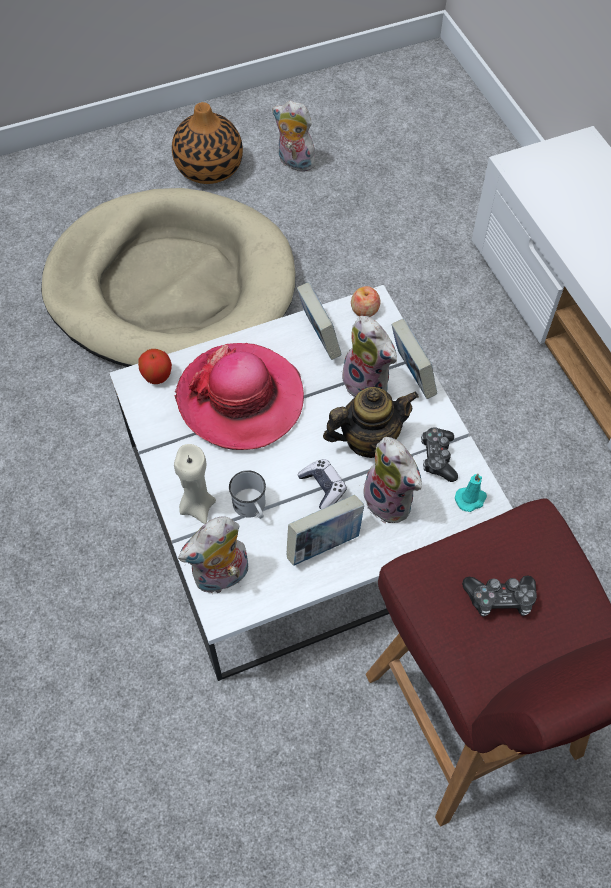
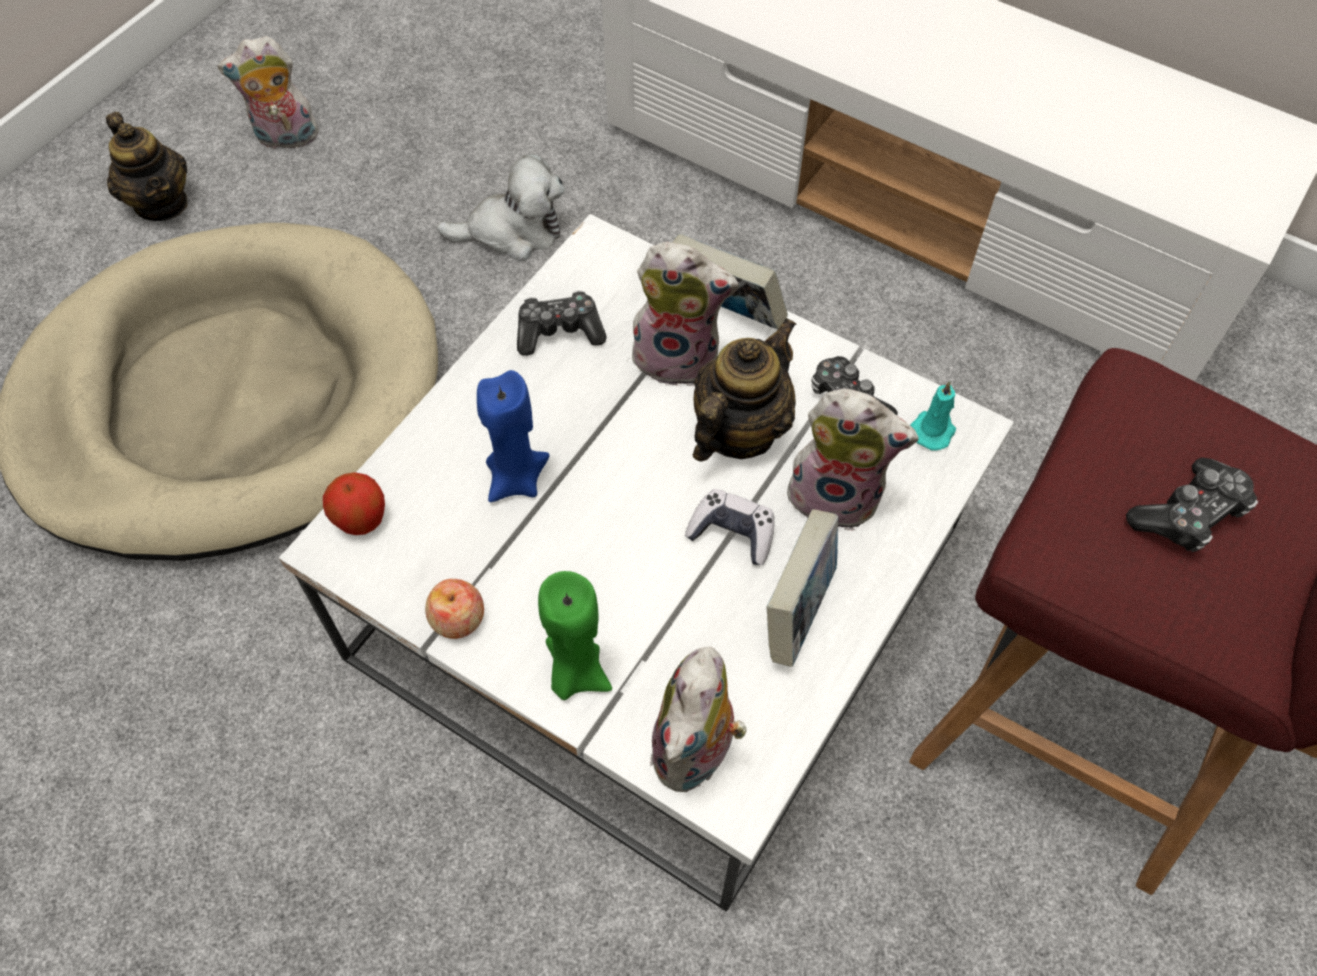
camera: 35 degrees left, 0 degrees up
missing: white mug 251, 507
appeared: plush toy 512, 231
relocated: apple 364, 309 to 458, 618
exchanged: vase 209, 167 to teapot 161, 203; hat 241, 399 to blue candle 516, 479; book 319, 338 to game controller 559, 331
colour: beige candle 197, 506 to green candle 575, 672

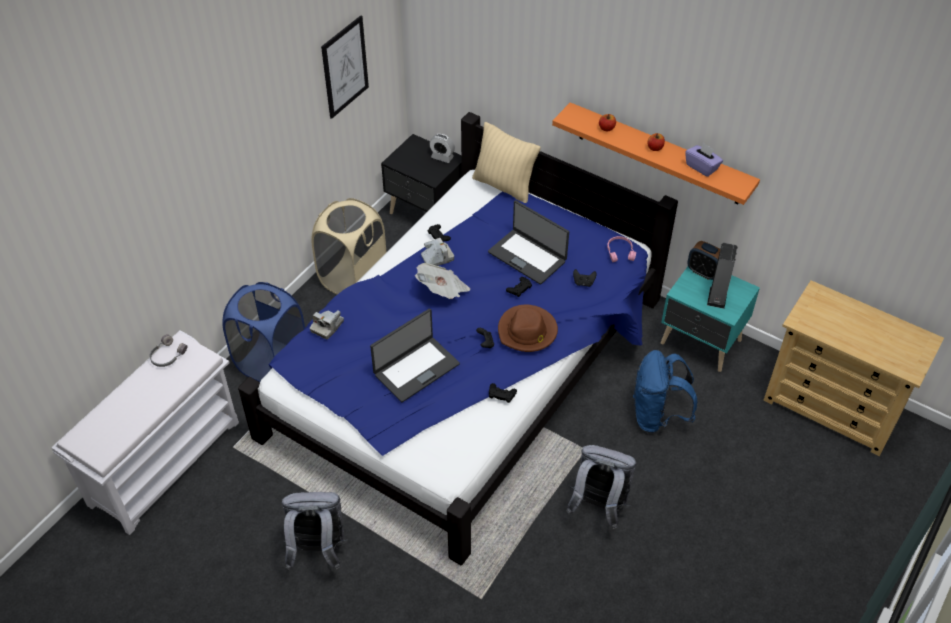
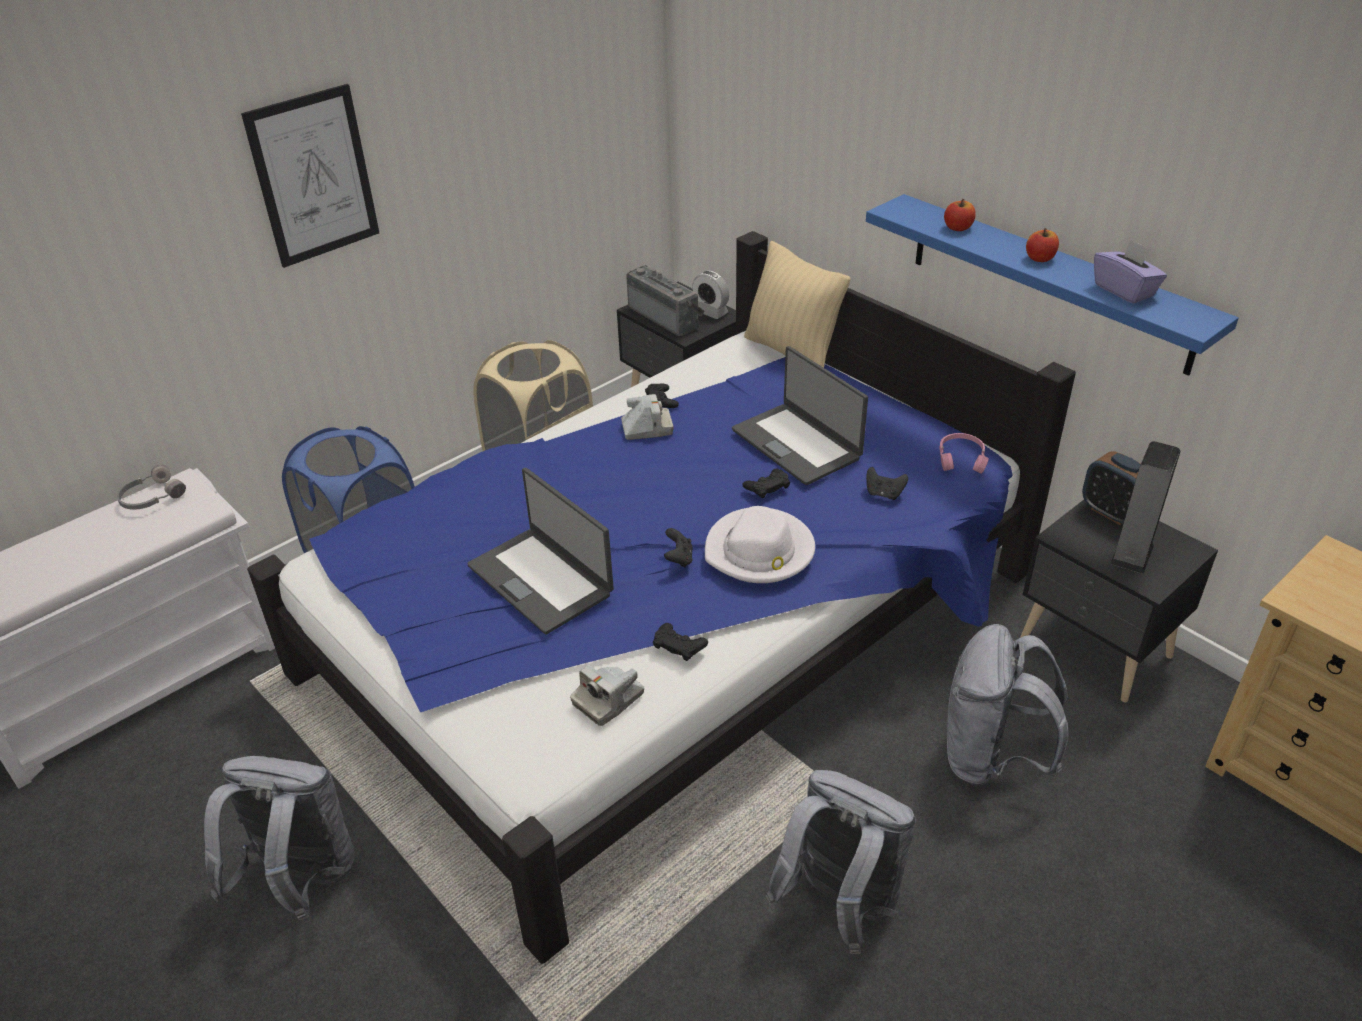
camera: 15 degrees right, 10 degrees down
missing: newspaper 443, 290
appeared: radio 666, 317
relocated: photo camera 327, 326 to 608, 700; picture 345, 67 to 314, 176
colour: brown hat 527, 331 to white hat 759, 551; orange shelf 659, 154 to blue shelf 1048, 282; blue backpack 657, 416 to grey backpack 991, 758; turquoise nightstand 701, 343 to black nightstand 1095, 650
spun: laptop 416, 368 = 541, 579 75 degrees clockwise

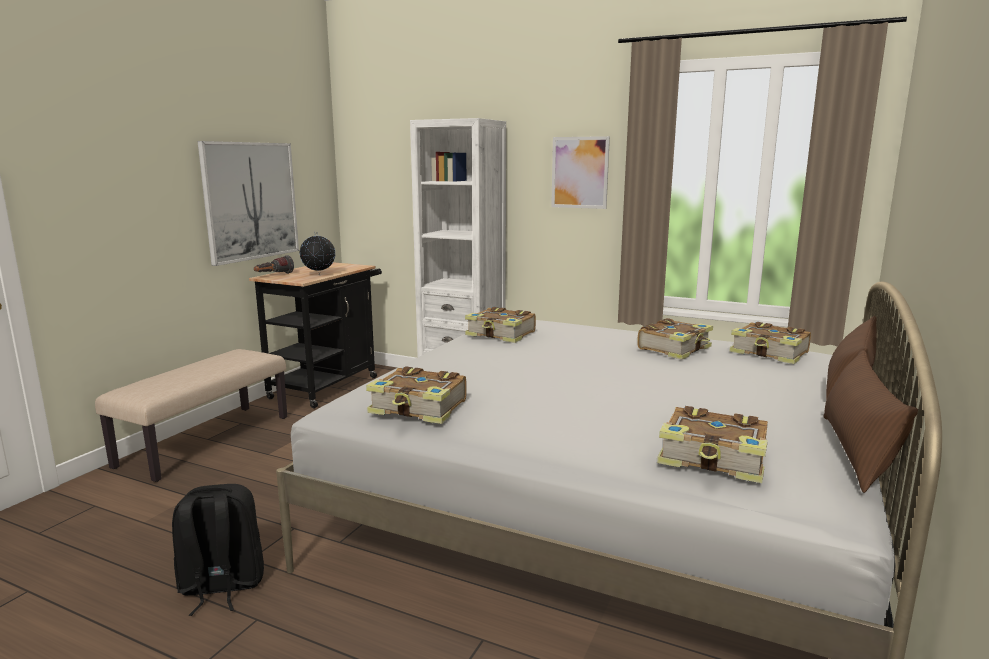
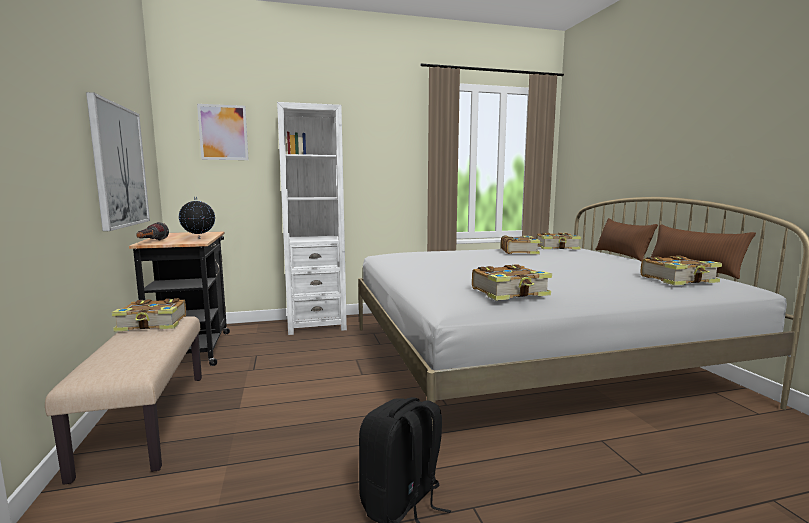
camera: 40 degrees left, 5 degrees down
relocated: book 501, 334 to 153, 324; picture 579, 172 to 223, 132

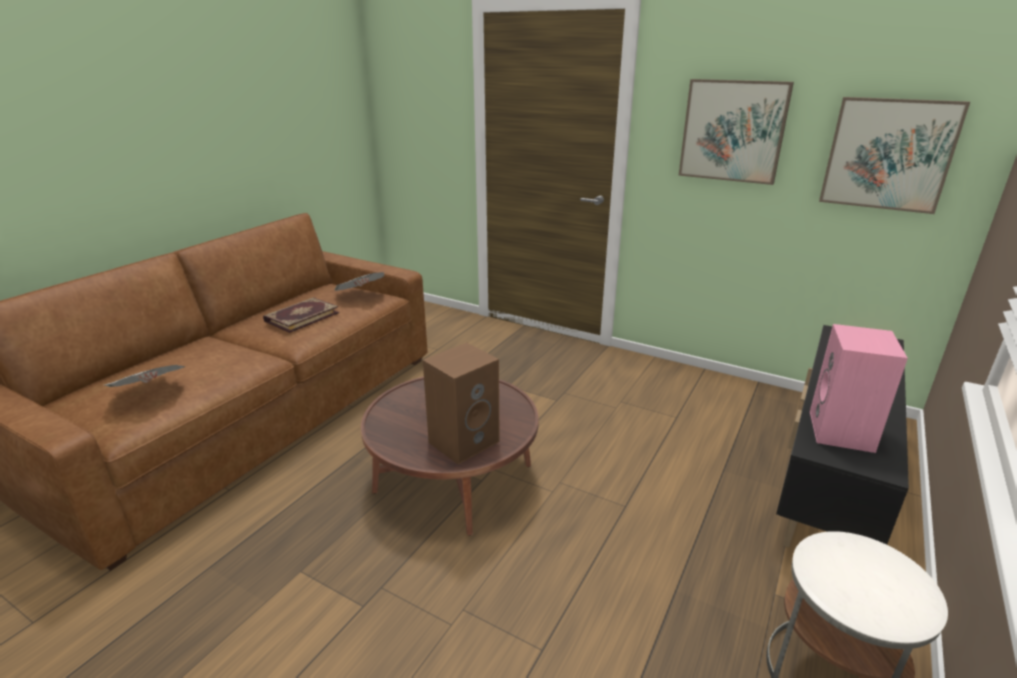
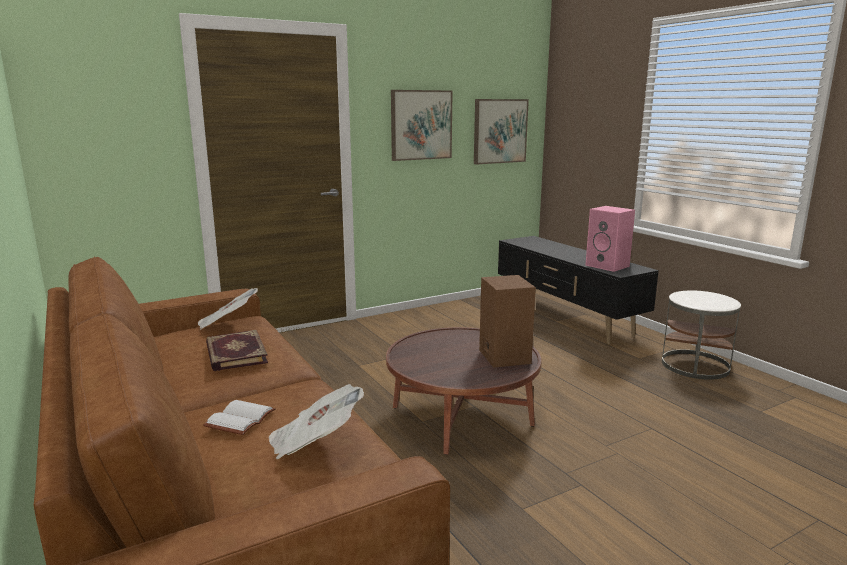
camera: 60 degrees left, 10 degrees down
appeared: white book 239, 418

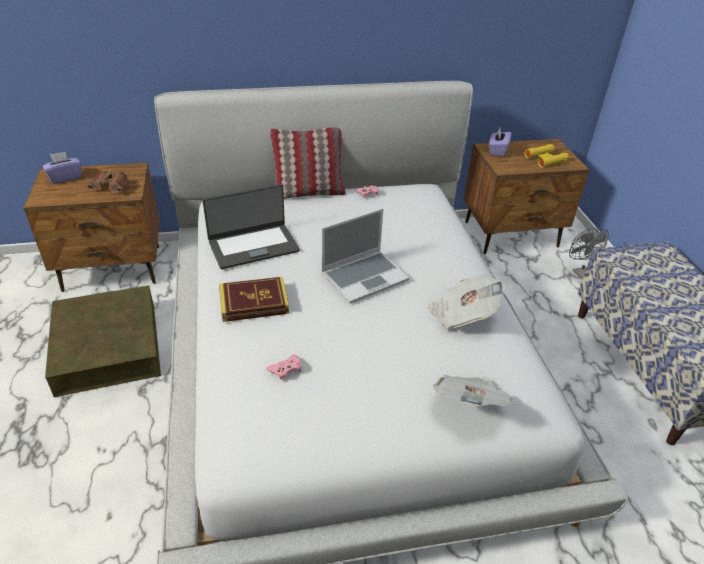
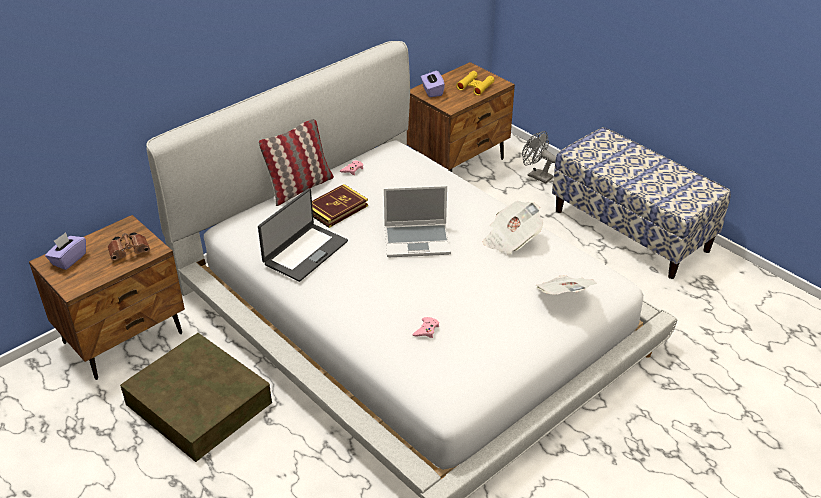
camera: 30 degrees left, 0 degrees up
relocated: book 254, 302 to 336, 209
spun: laptop 364, 277 = 418, 241 60 degrees clockwise

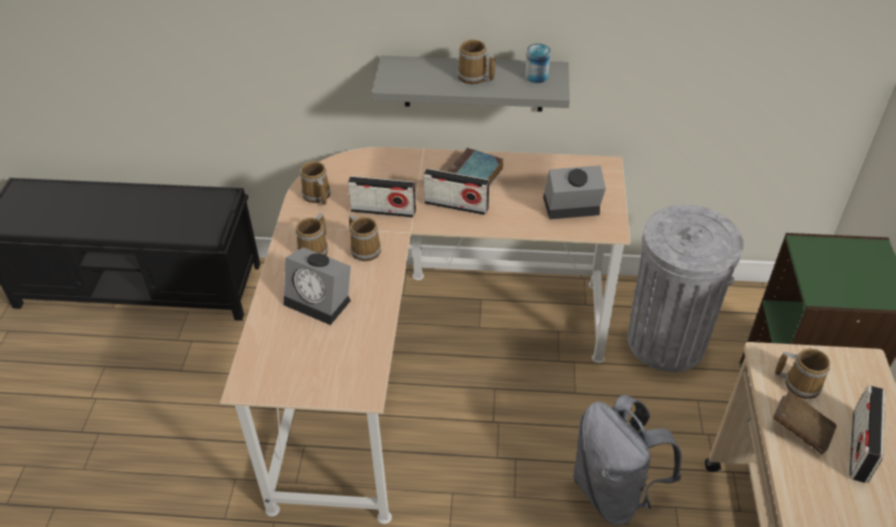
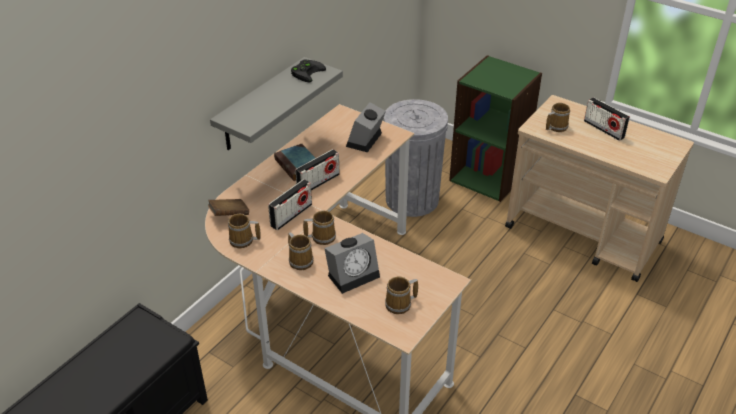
camera: 60 degrees left, 5 degrees down
missing: grey backpack 614, 492
relocated: mug 474, 77 to 400, 304; brown book 800, 431 to 229, 215
exchanged: can 536, 76 to black game controller 307, 72

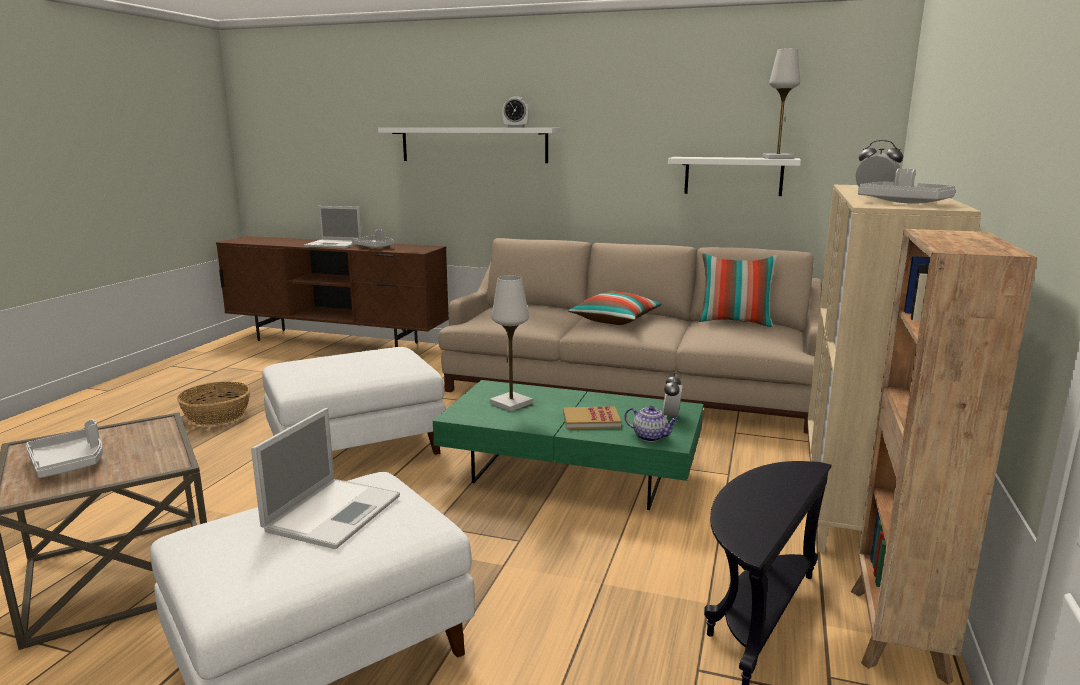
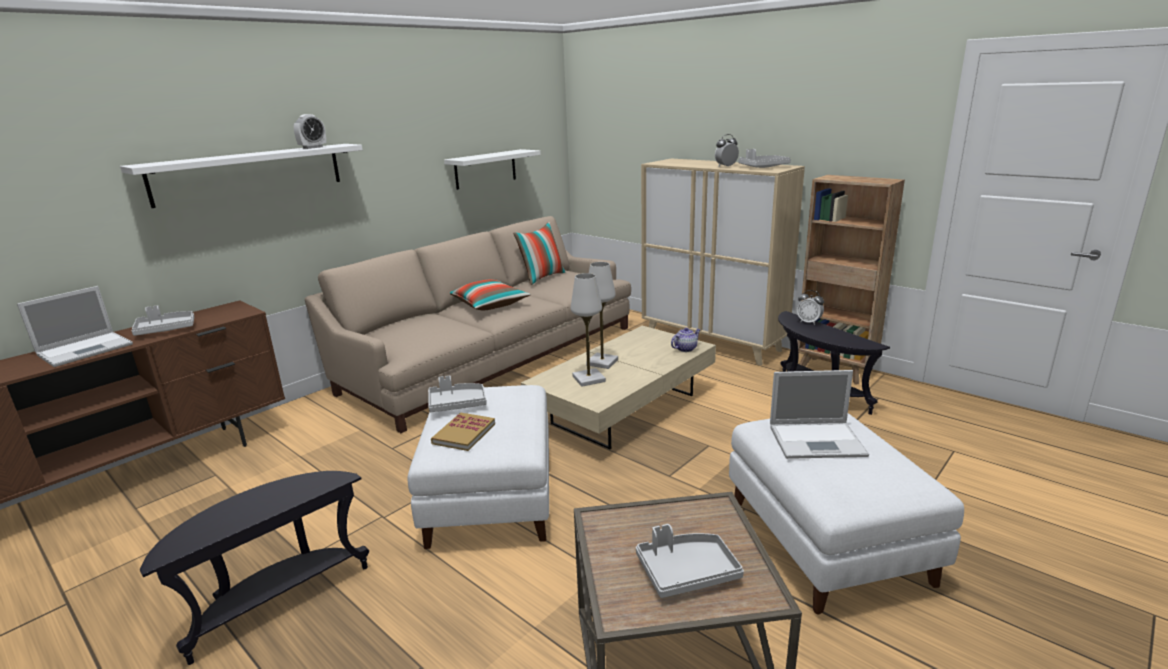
camera: 65 degrees left, 5 degrees up
appeared: grey tray 457, 404
relocated: book 591, 420 to 464, 433; alarm clock 671, 417 to 809, 322; white table lamp 777, 158 to 602, 362
exchanged: basket 216, 416 to black side table 277, 600
colour: green coffee table 572, 473 to beige coffee table 623, 408
spun: laptop 334, 512 = 818, 440 135 degrees clockwise

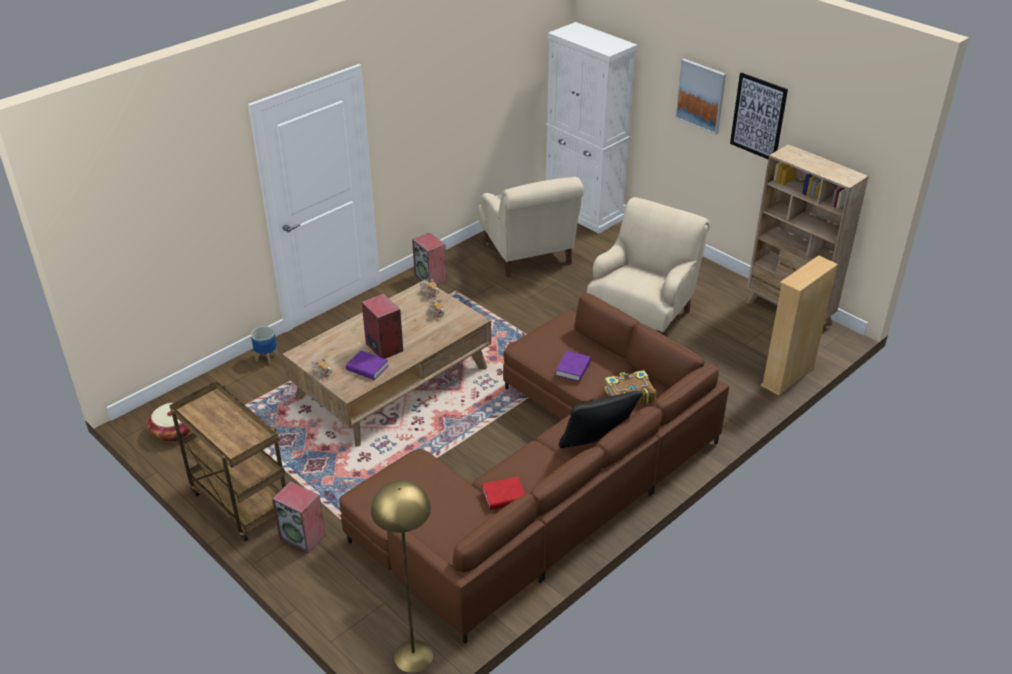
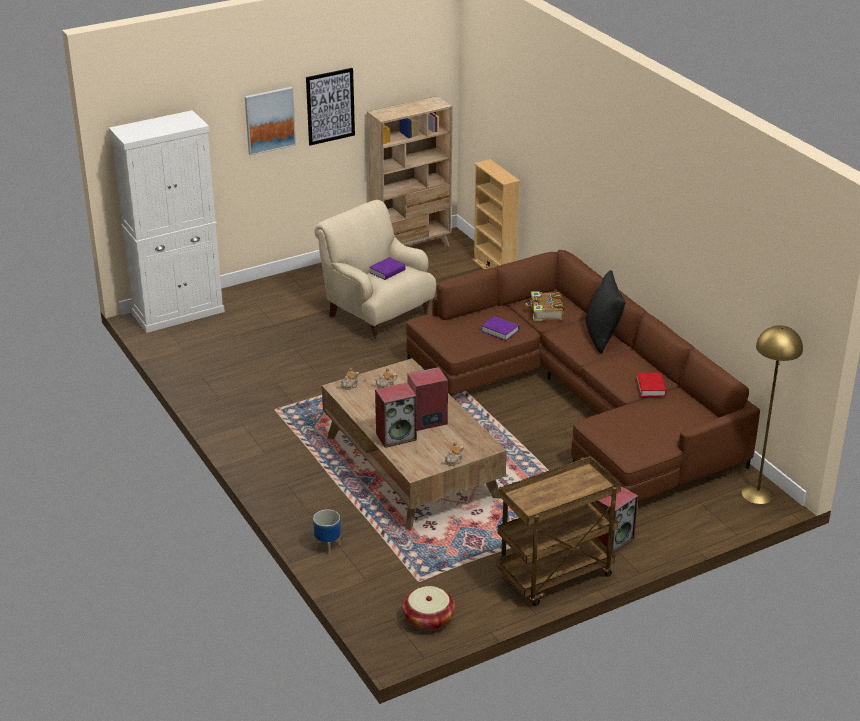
camera: 75 degrees left, 5 degrees down
missing: beige armchair 528, 255
relocated: purple book 367, 368 to 387, 271; speaker 431, 278 to 396, 436

